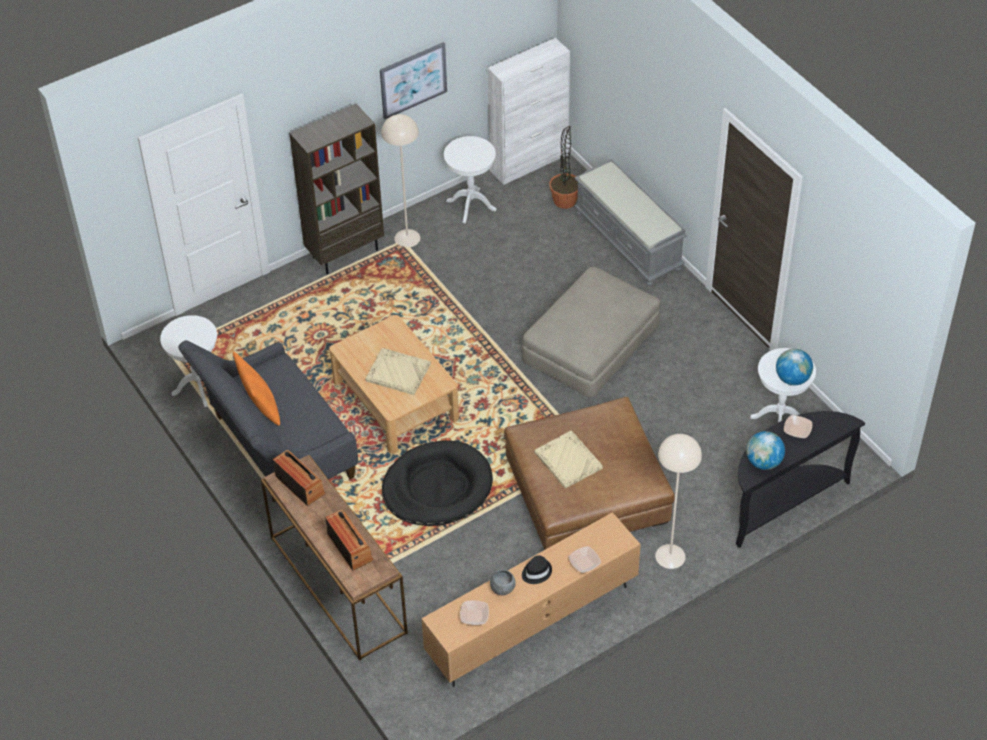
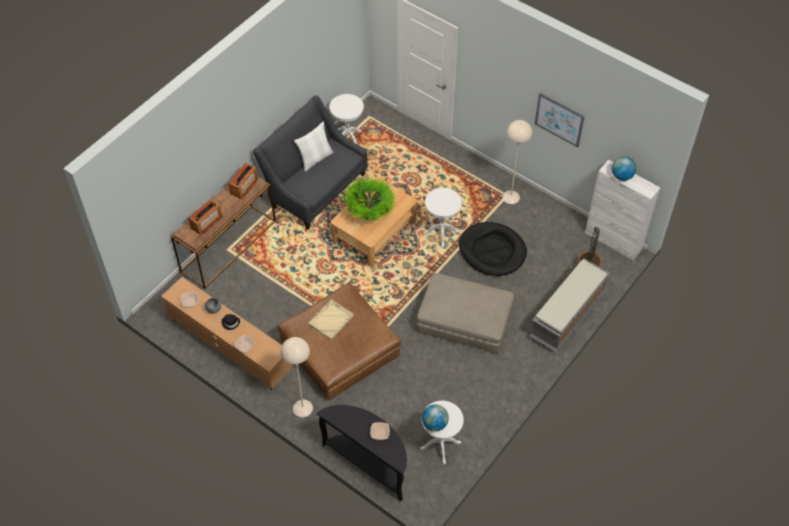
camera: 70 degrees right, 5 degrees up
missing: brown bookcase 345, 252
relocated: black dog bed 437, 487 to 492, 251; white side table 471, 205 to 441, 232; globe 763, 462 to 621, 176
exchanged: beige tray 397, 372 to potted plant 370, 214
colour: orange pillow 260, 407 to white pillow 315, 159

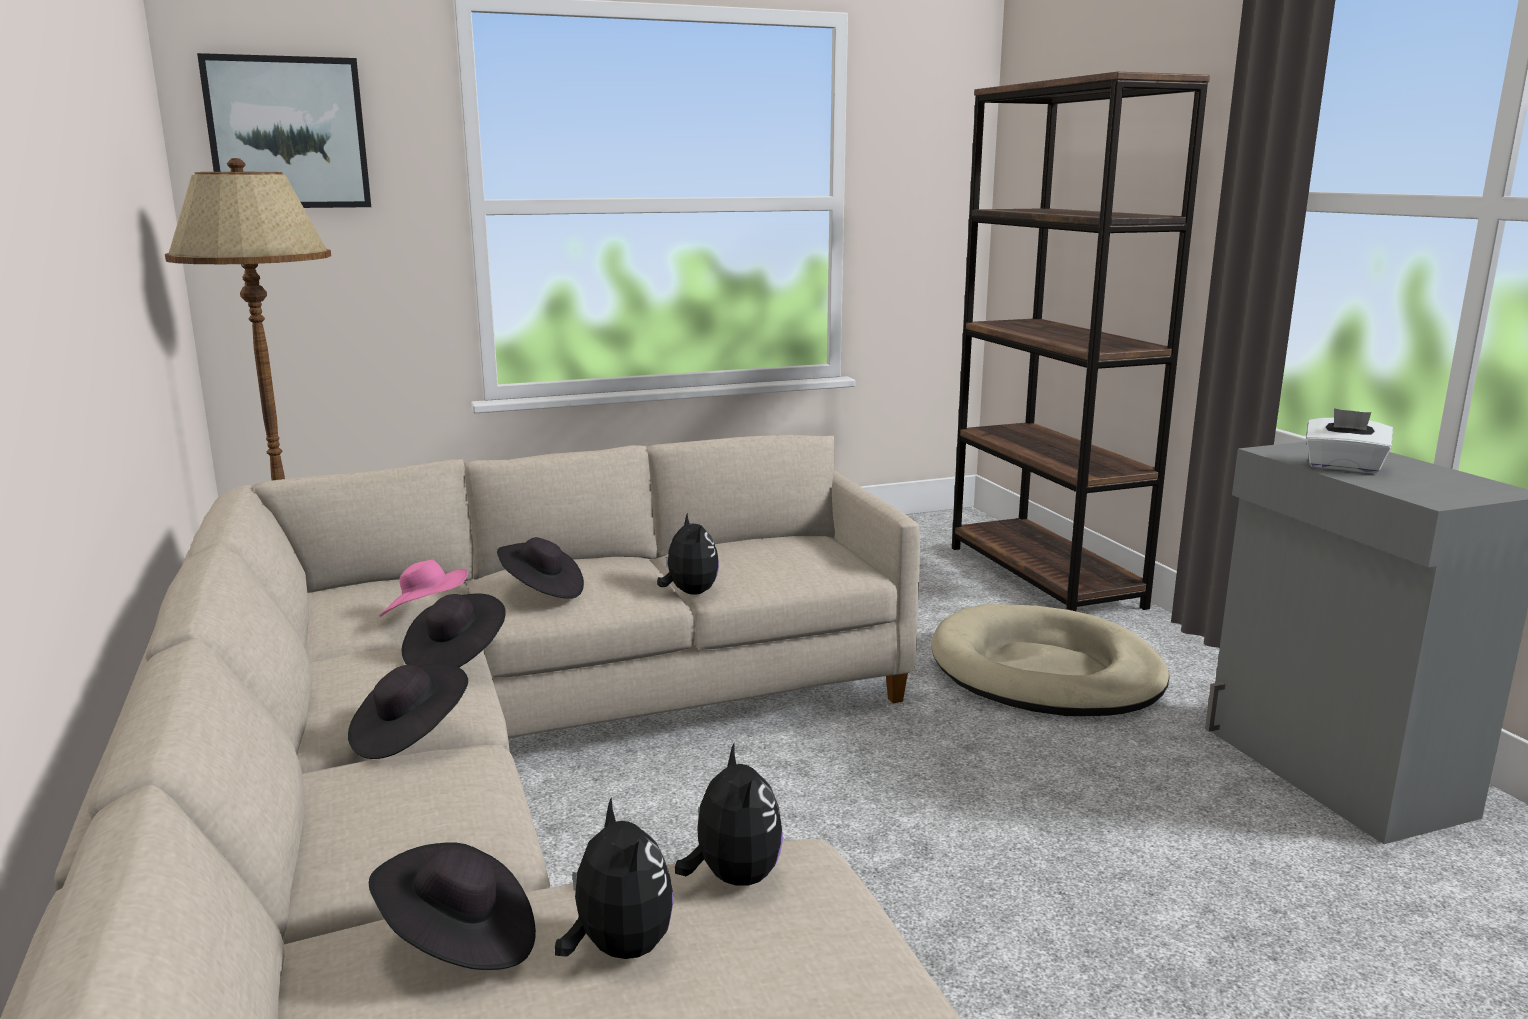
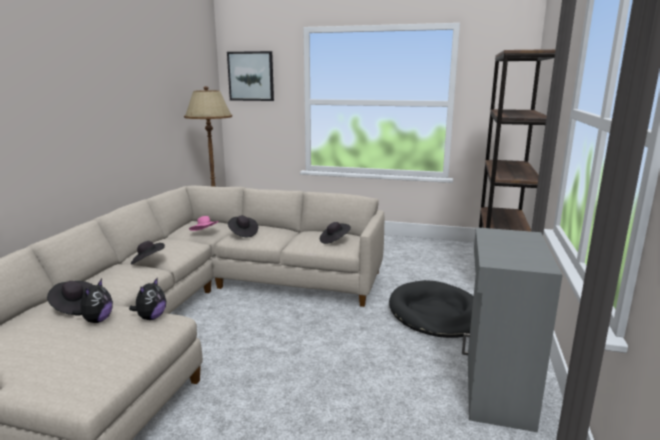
camera: 35 degrees right, 0 degrees up
missing: plush toy 689, 593; white tissue box 1343, 467
relocated: black hat 455, 655 to 334, 240
colour: beige dog bed 1045, 671 to black dog bed 435, 313

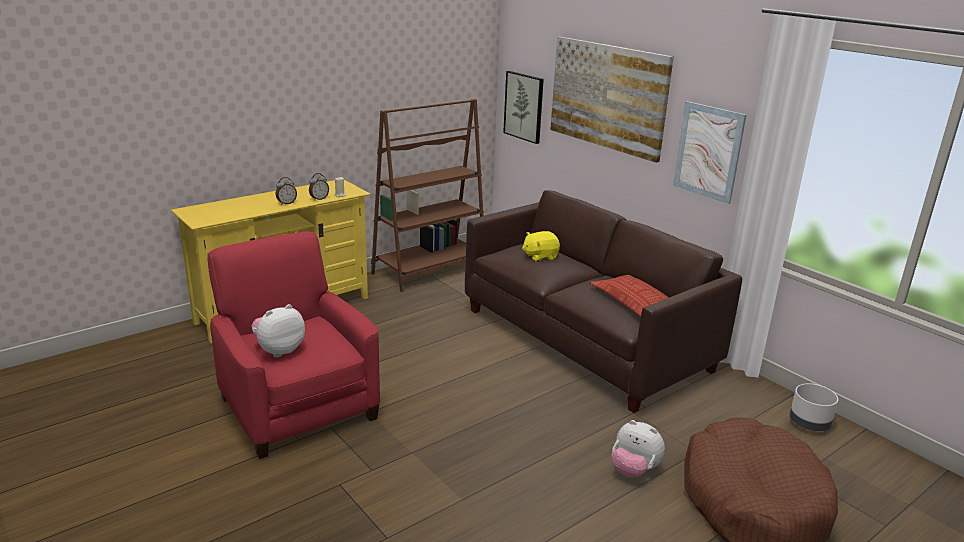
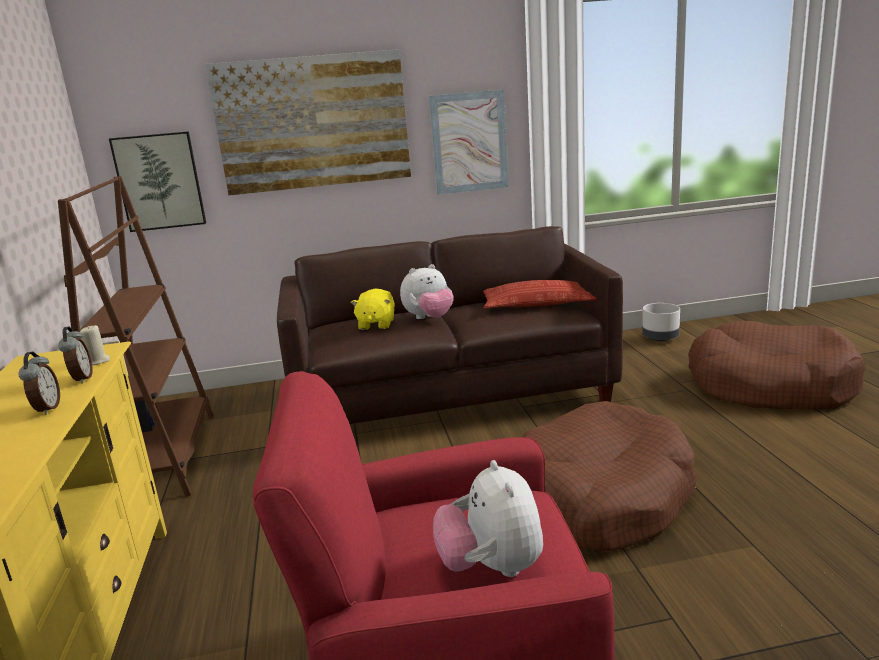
camera: 60 degrees left, 5 degrees down
appeared: brown dog bed 600, 497
relocated: plush toy 633, 470 to 429, 318

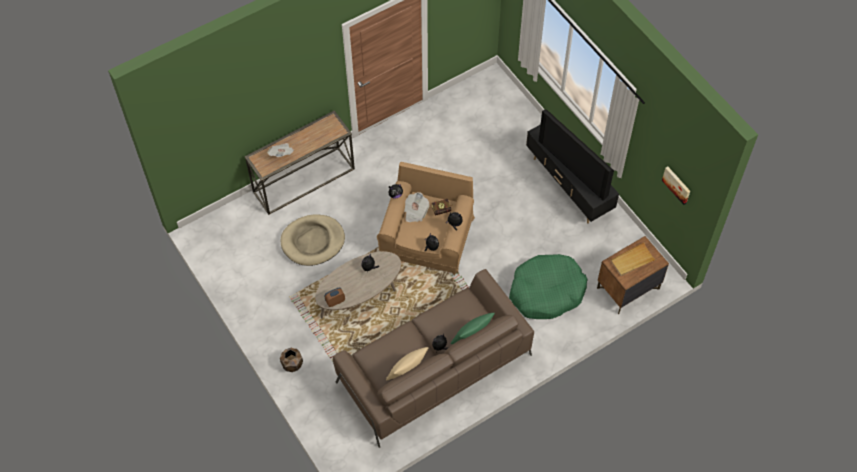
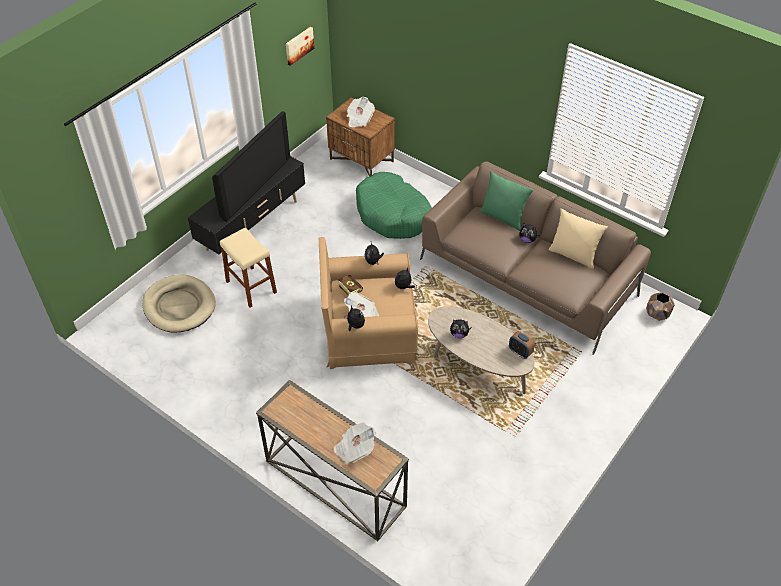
camera: 110 degrees left, 10 degrees down
appeared: beige stool 251, 287
relocated: brown planter 292, 364 to 657, 314; beige dog bed 313, 241 to 179, 306
exchanged: beige tray 632, 260 to newspaper 359, 119

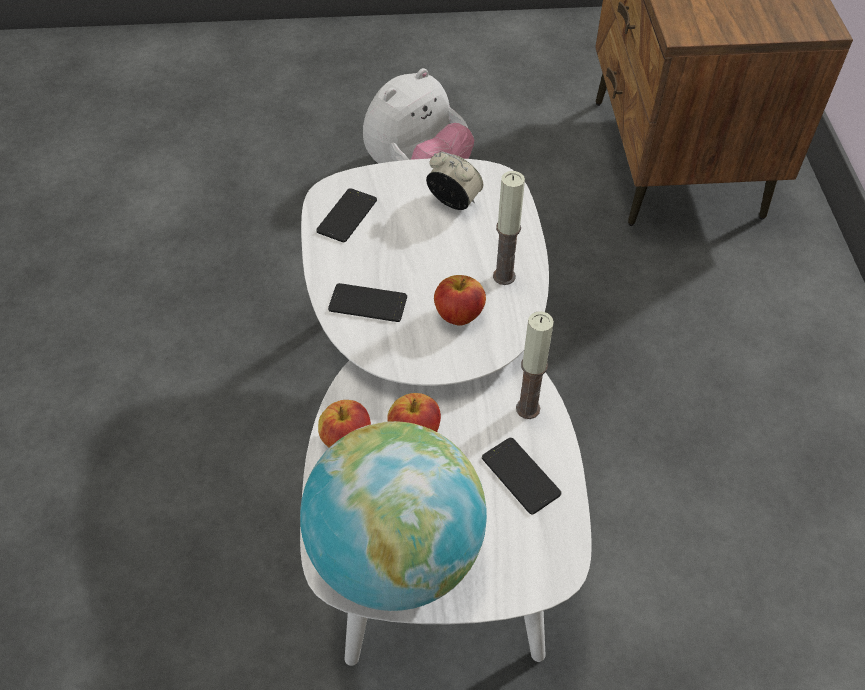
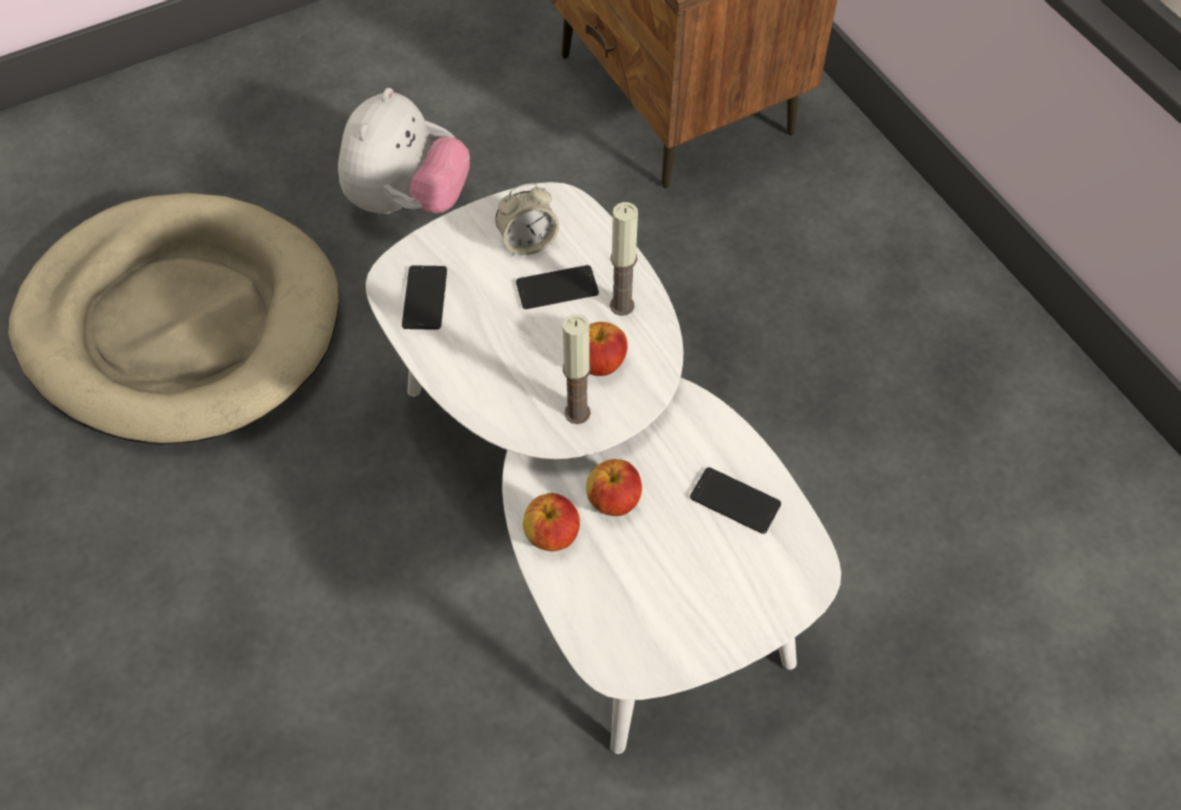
camera: 25 degrees left, 5 degrees up
missing: globe 396, 554
appeared: beige dog bed 182, 324
relocated: phone 368, 303 to 557, 288; candle 527, 408 to 577, 413
spun: alarm clock 454, 202 = 528, 242 150 degrees clockwise

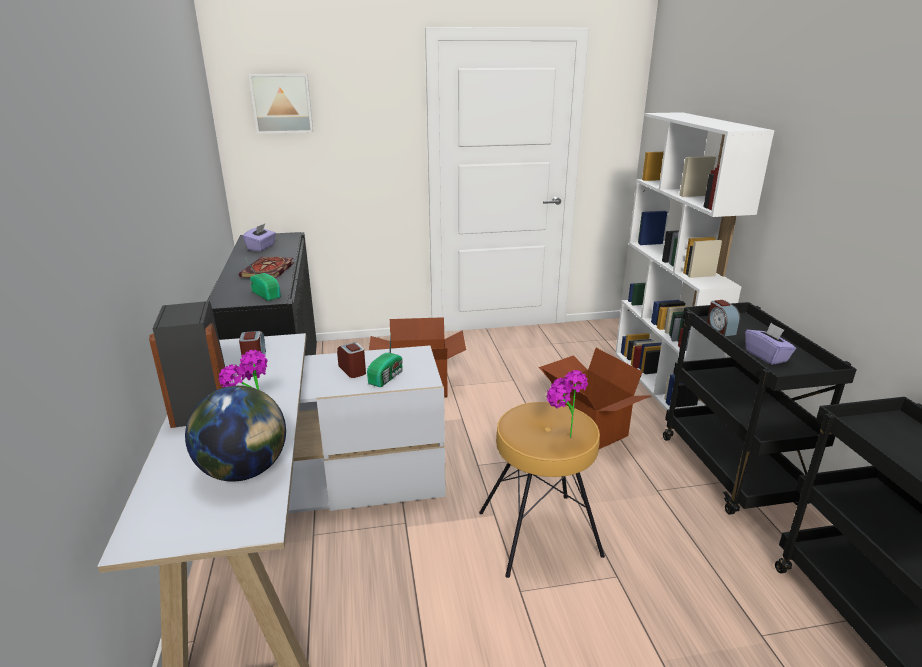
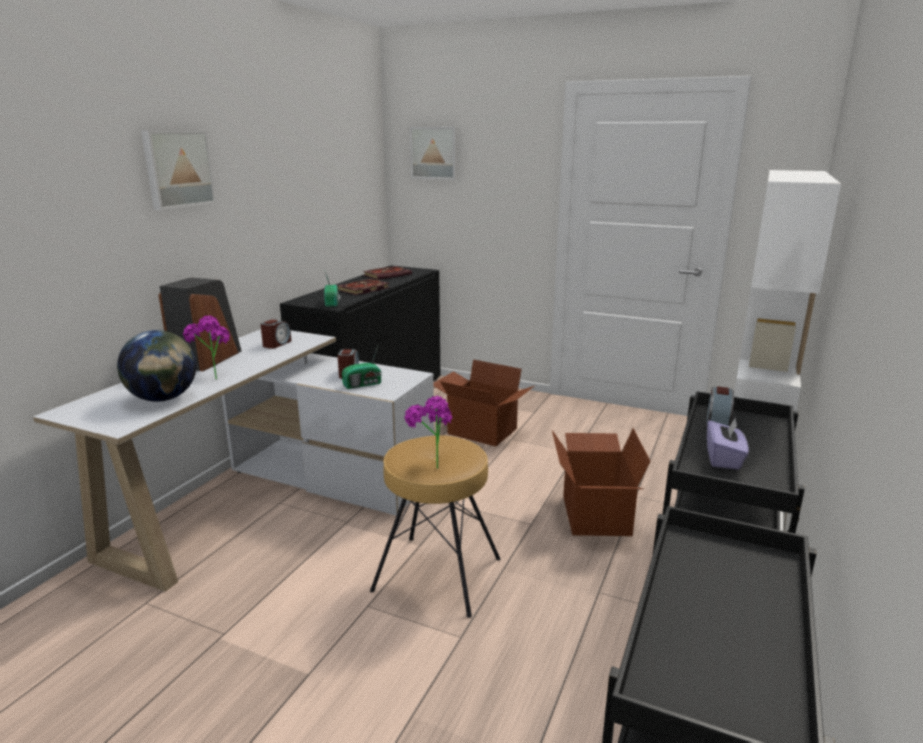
camera: 35 degrees right, 5 degrees down
appeared: picture 177, 169
exchanged: purple tissue box 261, 247 to book 387, 275

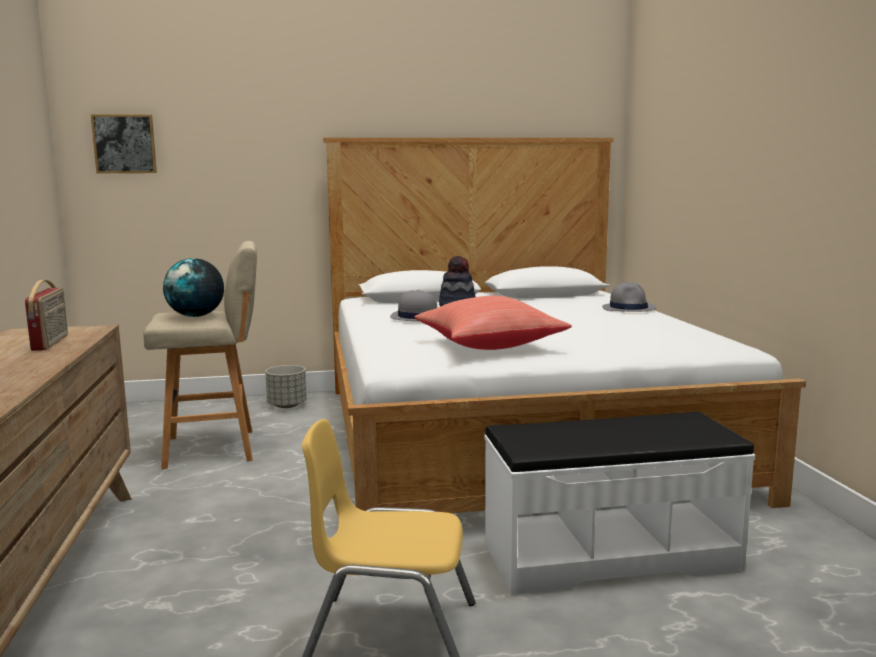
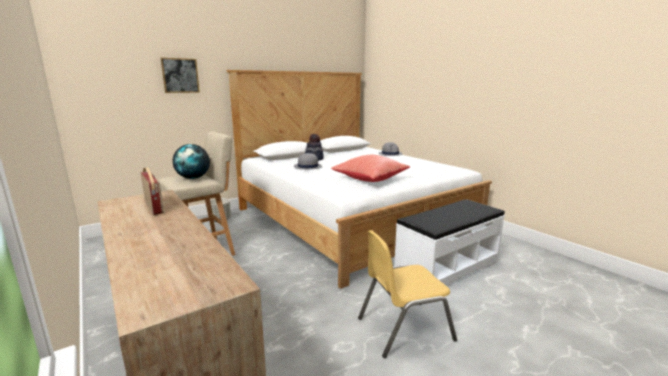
camera: 25 degrees left, 5 degrees up
relocated: picture 124, 144 to 180, 75

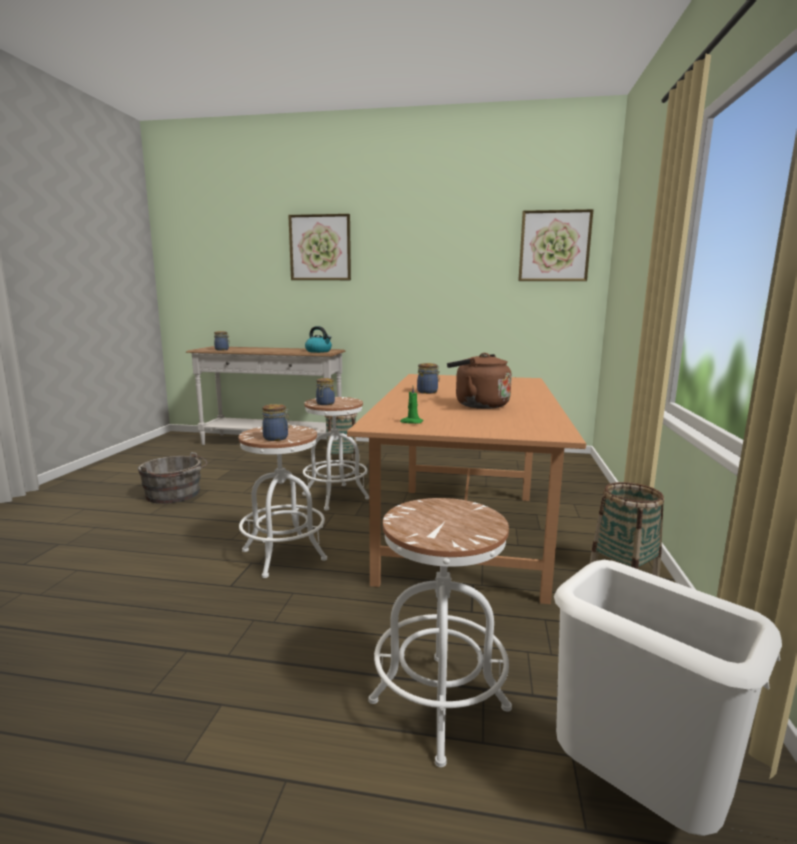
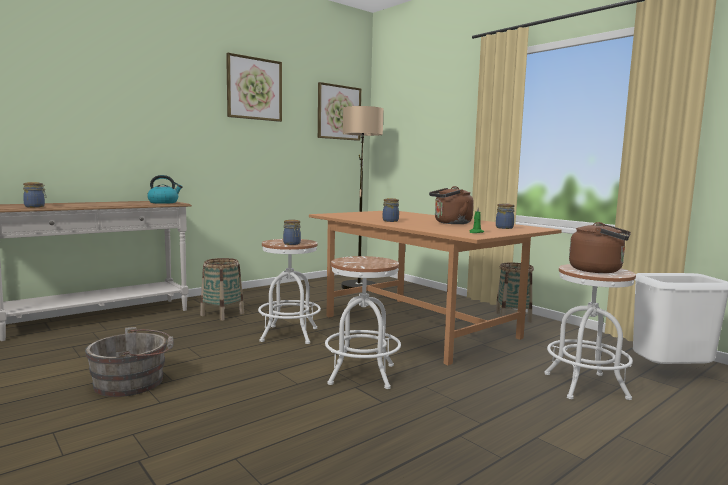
camera: 50 degrees left, 5 degrees down
appeared: floor lamp 359, 283; brown kettle 599, 270
relocated: jar 276, 438 to 505, 228; picture 320, 248 to 254, 88

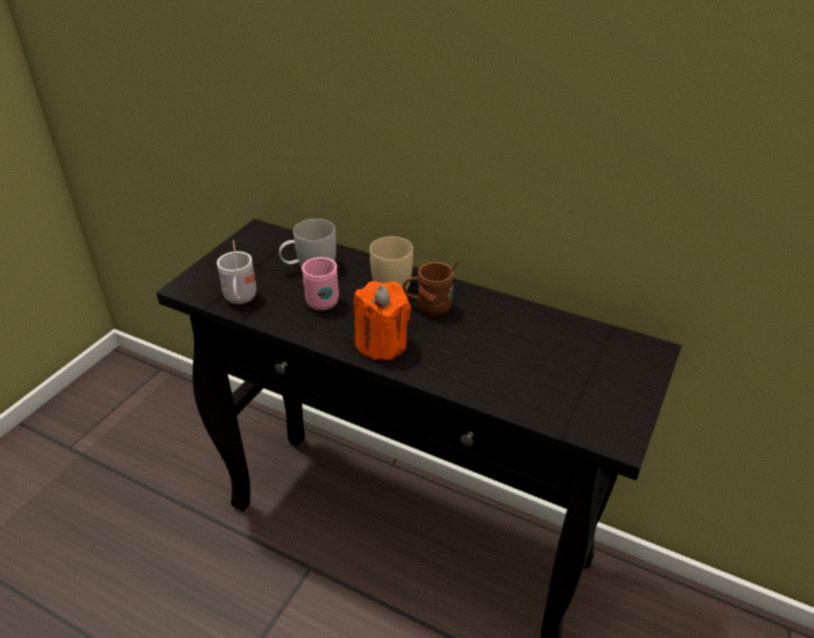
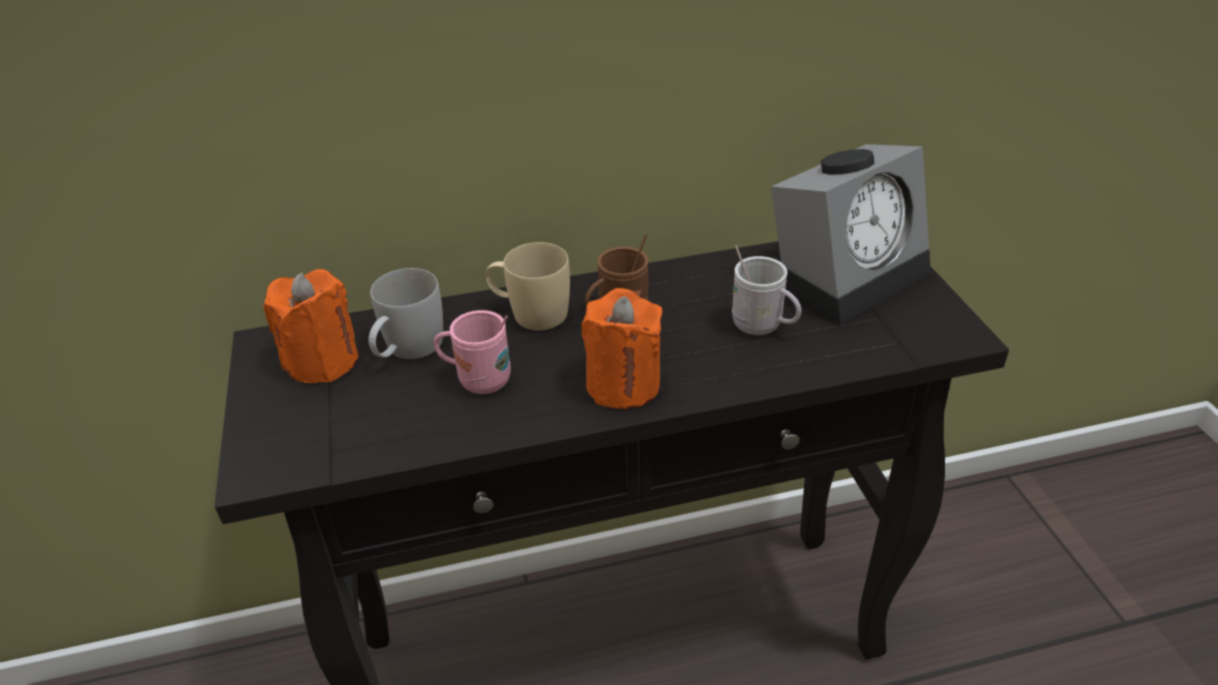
camera: 40 degrees left, 0 degrees up
appeared: orange candle 322, 361; alarm clock 849, 273
relocated: white mug 240, 300 to 763, 327

